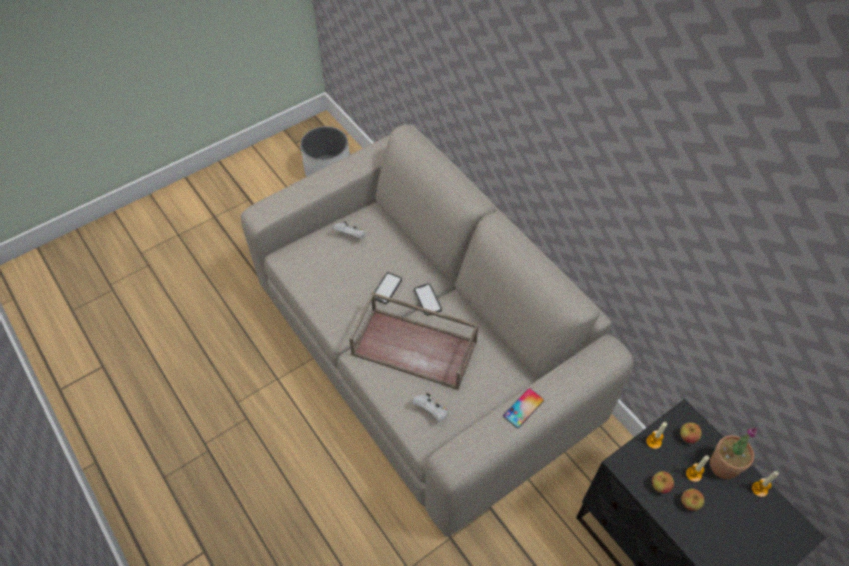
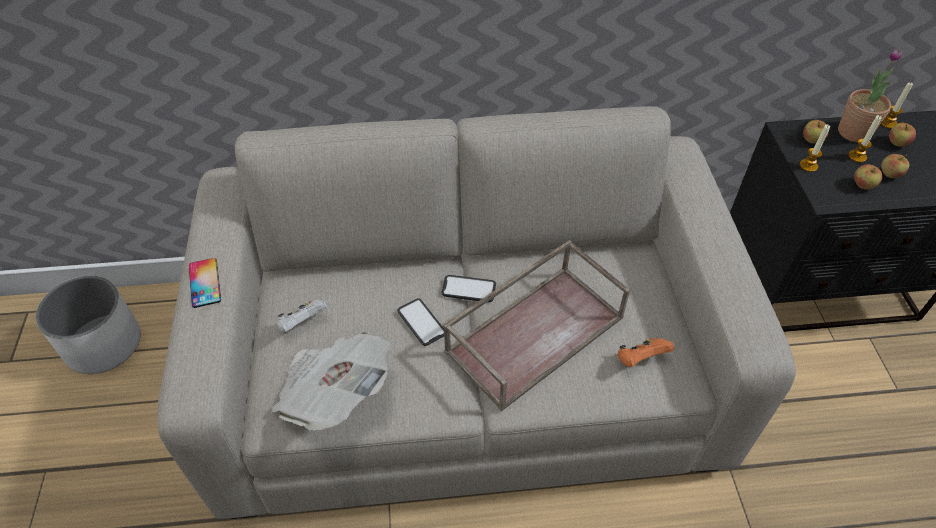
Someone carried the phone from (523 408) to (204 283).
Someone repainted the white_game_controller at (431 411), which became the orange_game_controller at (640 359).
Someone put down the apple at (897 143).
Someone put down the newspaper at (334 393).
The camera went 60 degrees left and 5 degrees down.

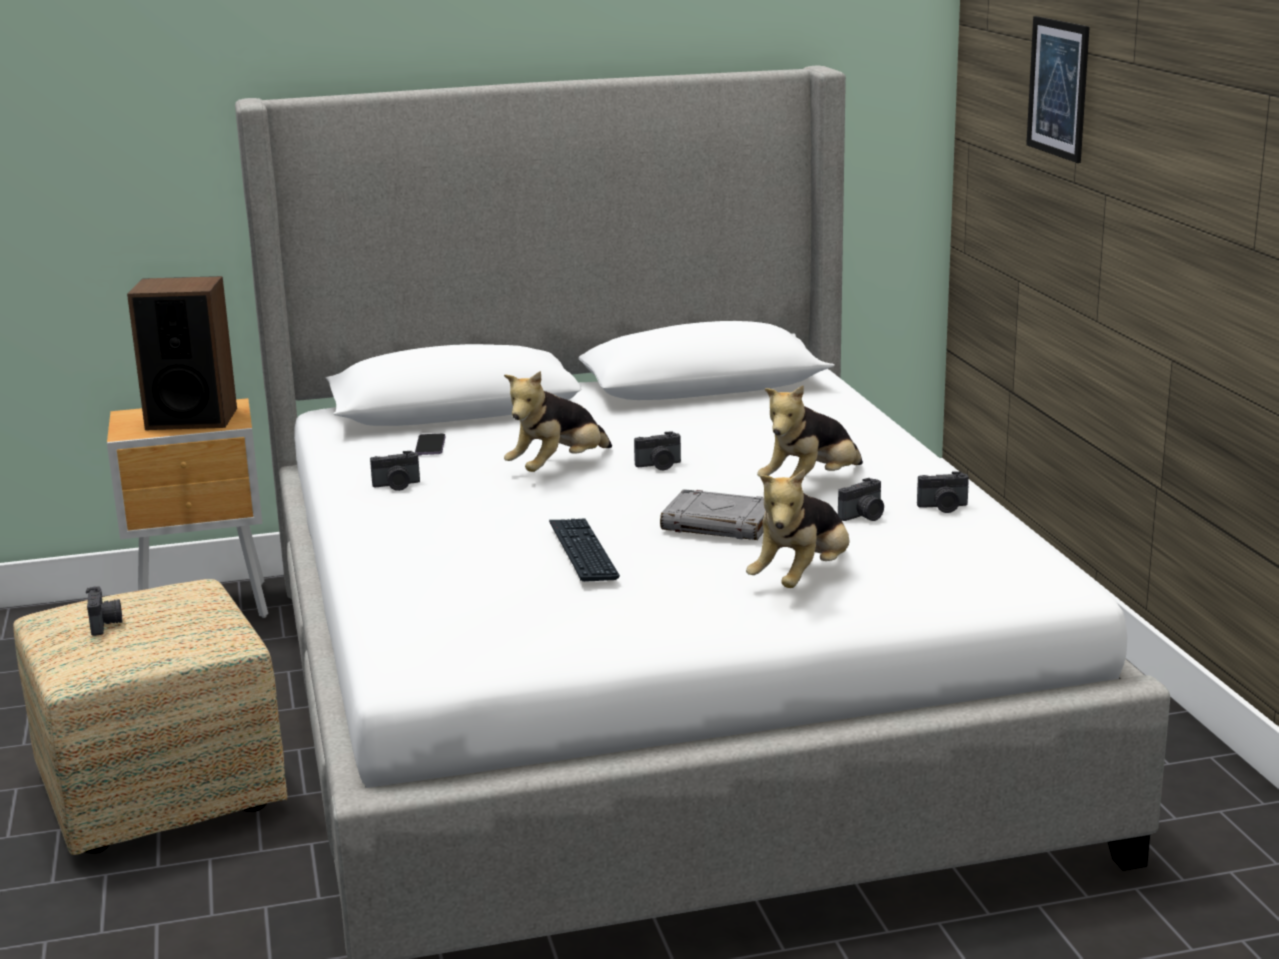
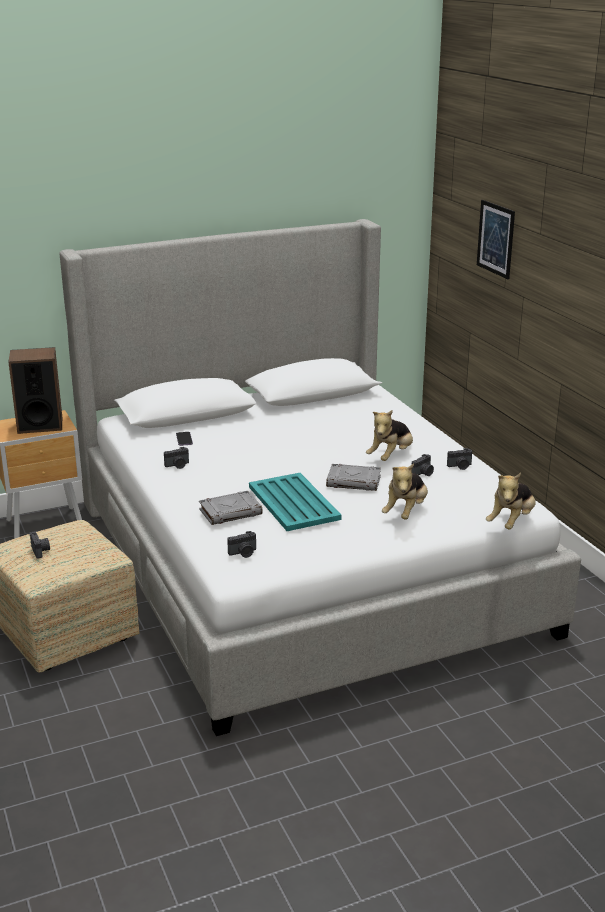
Someone carried the plush_toy from (558 468) to (511 522).
Someone carried the photo_camera from (659 466) to (243 553).
Someone swapped the keyboard at (583 551) for the turquoise_tray at (293 502).
Someone put down the grey_book at (231 512).
The camera went 10 degrees left and 5 degrees up.

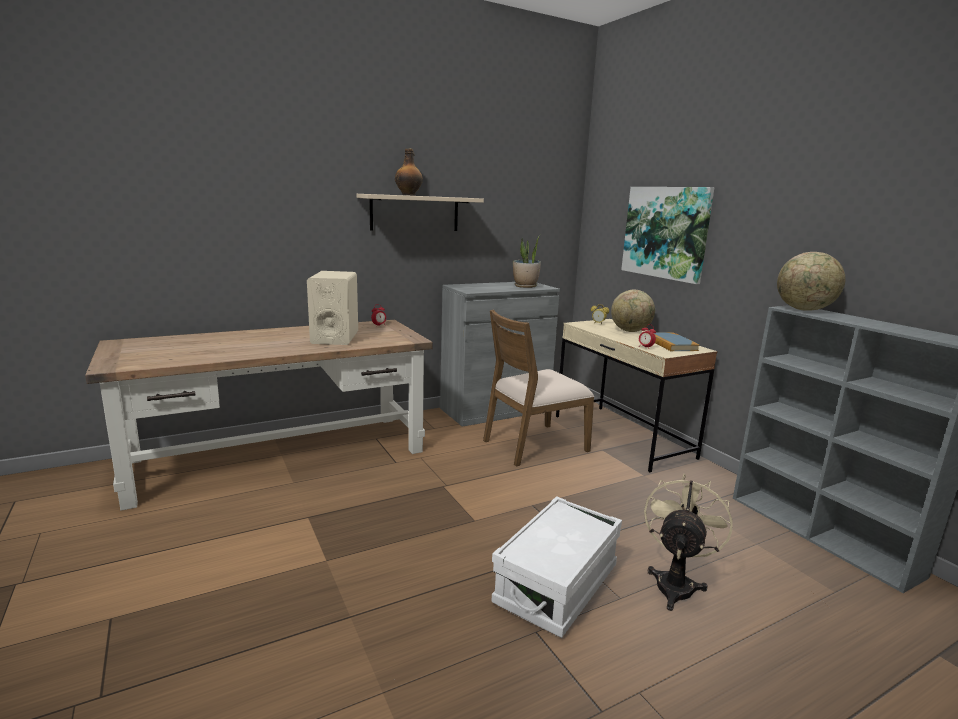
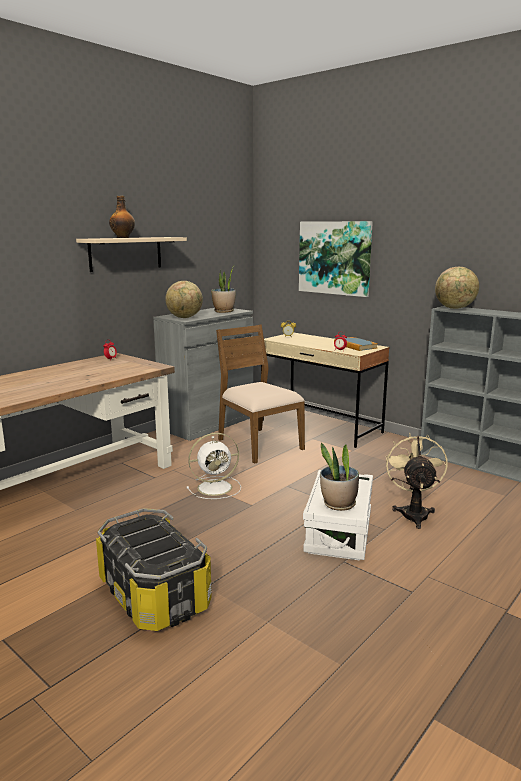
Someone took away the beige_speaker at (335 338).
Someone carried the globe from (630 331) to (185 317).
Someone rotated the brown_chair at (534 445) by 105 degrees clockwise.
Someone put down the white_fan at (216 487).
Someone put down the potted_plant at (338 504).
Someone put down the storage_box at (153 595).
The camera went 20 degrees left and 0 degrees up.

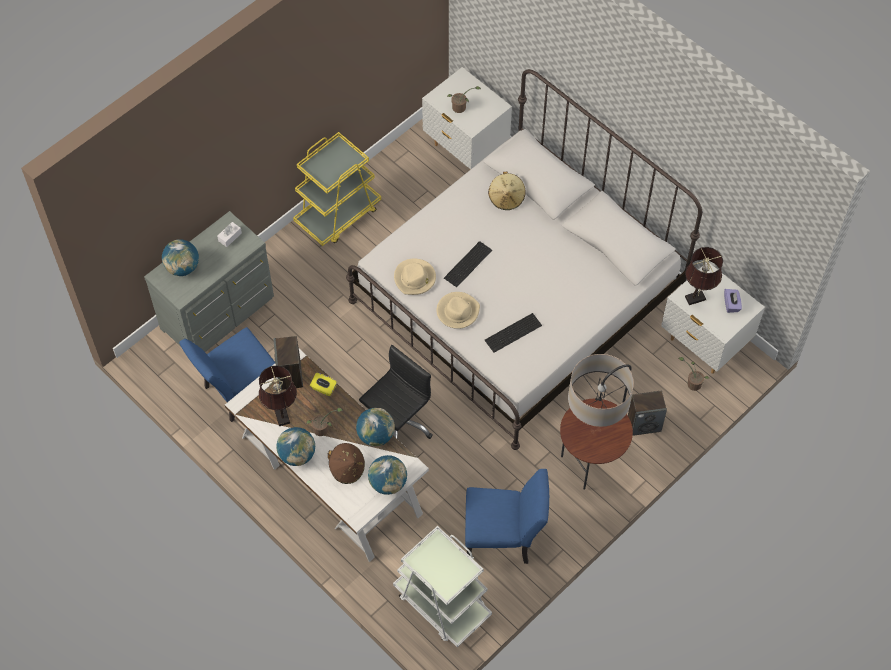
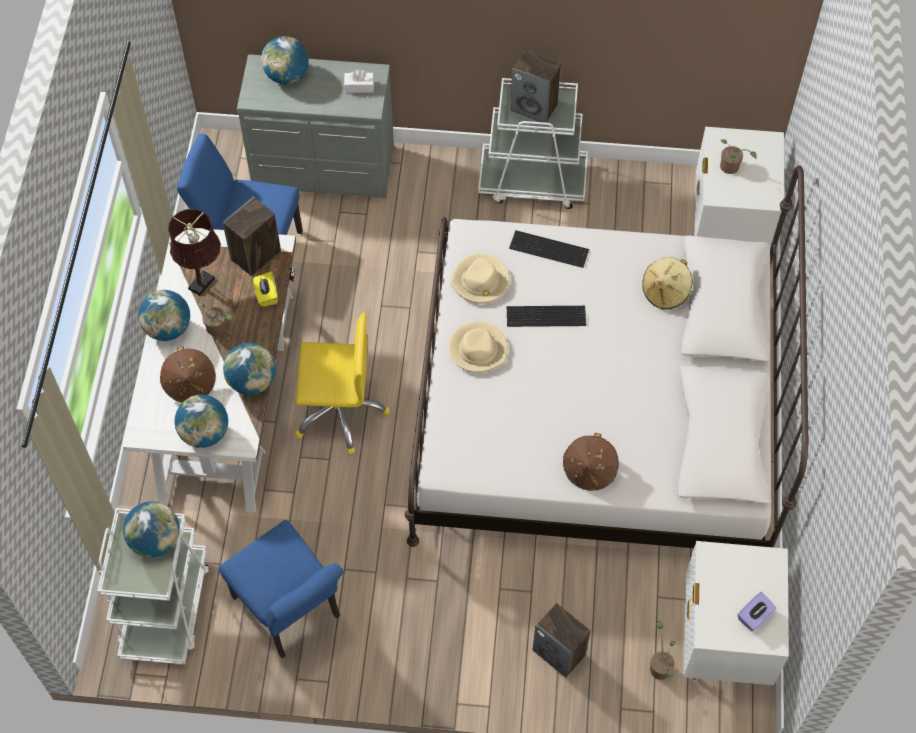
Someone repainted the yellow_cart at (338 214), which became the white_cart at (533 181).
Someone took away the brown_table_lamp at (697 297).
Someone carried the keyboard from (514 333) to (549 250).
Someone repainted the black_office_chair at (397 424), which became the yellow_office_chair at (339 411).
Someone took away the floor_lamp at (590 462).
Someone put down the speaker at (534 107).
Someone put down the brown_hat at (590 470).
Someone put down the globe at (155 540).
The camera went 50 degrees right and 0 degrees up.

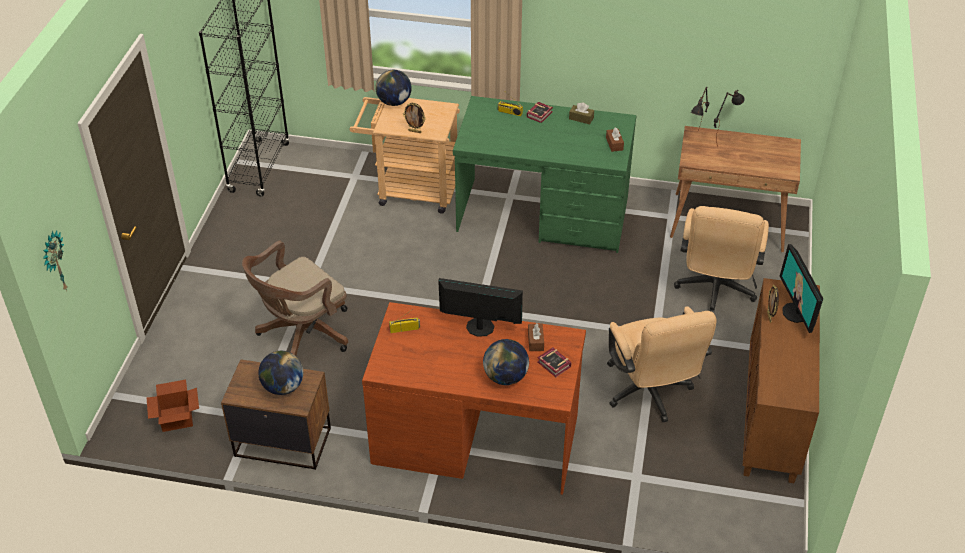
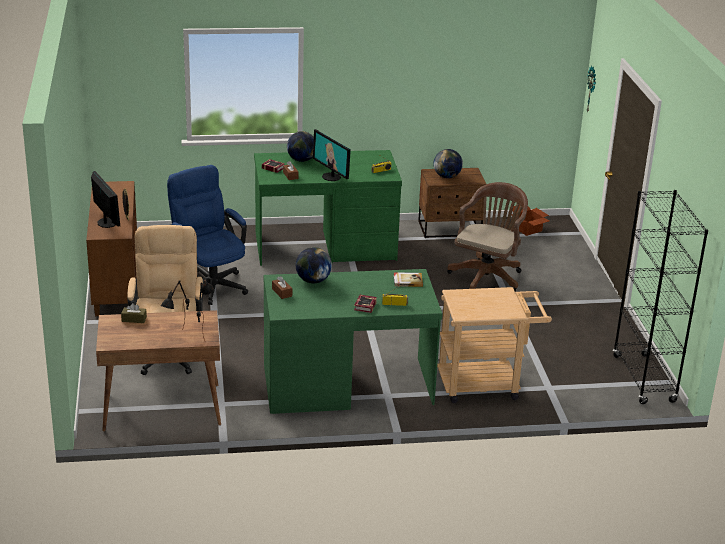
Someone carried the globe from (394 102) to (313 281).
Someone took away the picture_frame at (415 131).
Someone carried the brown_tissue_box from (581 118) to (134 319).
Someone rotated the monitor at (480 327) by 60 degrees clockwise.
Someone repainted the brown_desk at (475 438), which became the green_desk at (325 247).
Someone repainted the beige_office_chair at (650 394), which became the blue_office_chair at (210 283).
Someone put down the book at (407 280).
The camera went 160 degrees right and 15 degrees down.

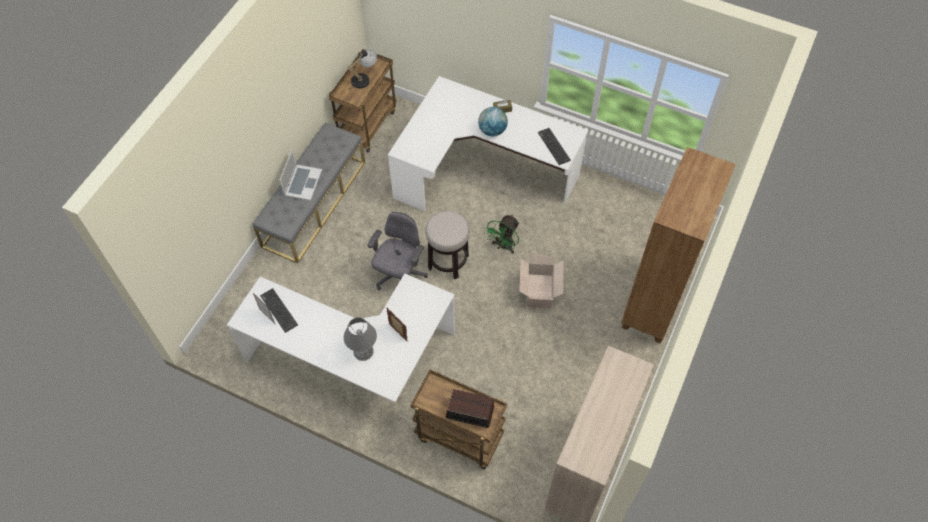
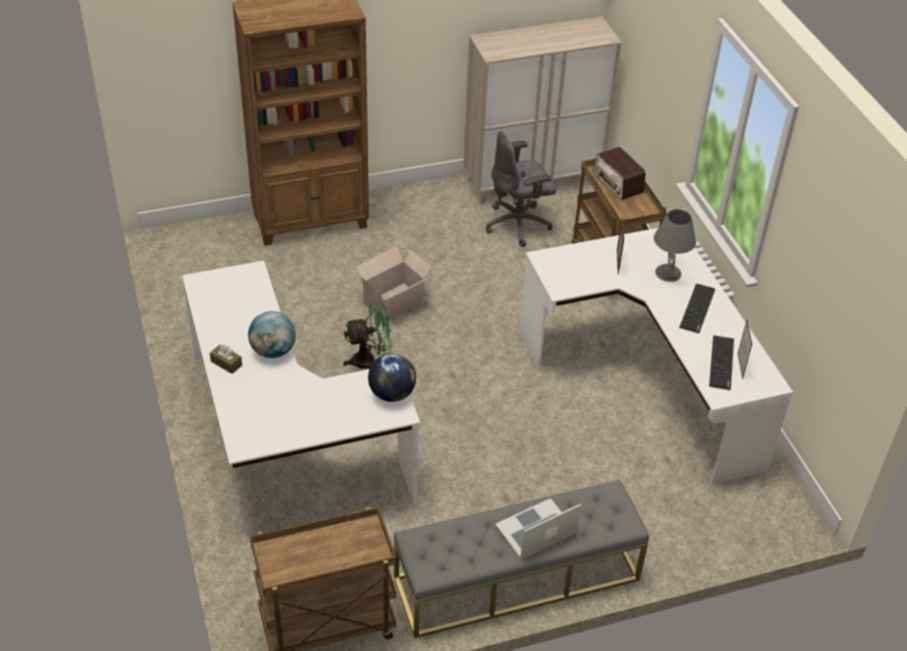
Someone took away the table_lamp at (364 78).
Someone carried the keyboard from (554 146) to (697 308).
Someone took away the stool at (448 262).
Someone carried the grey_office_chair from (399 276) to (518 224).
Someone put down the globe at (392 394).
The camera went 135 degrees left and 15 degrees down.

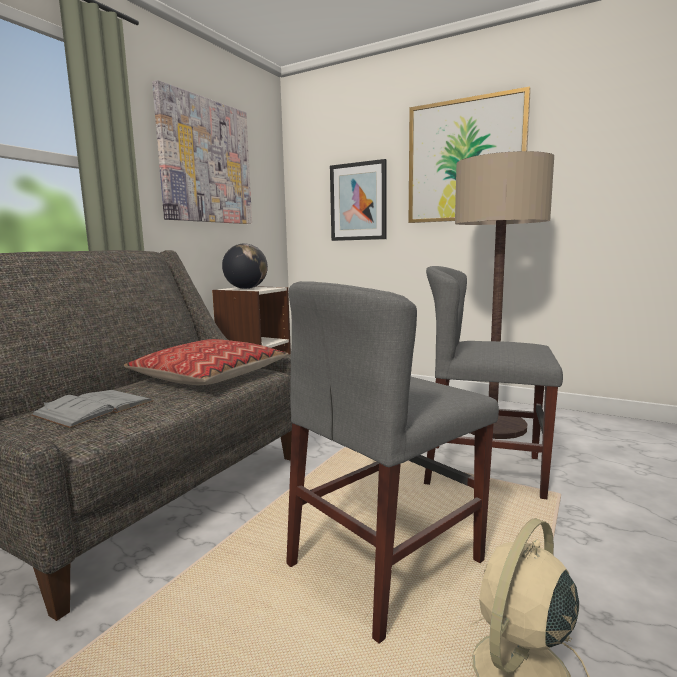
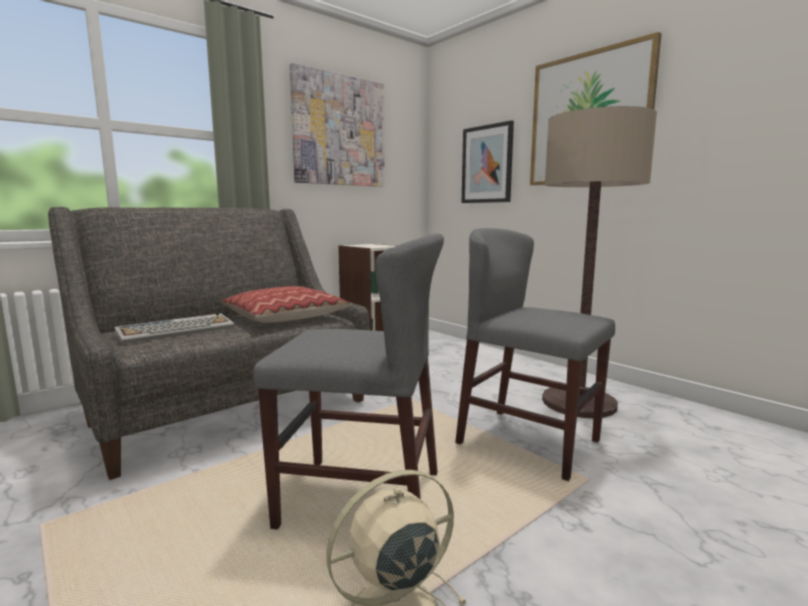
Someone took away the globe at (246 288).
Someone rotated the grey_chair at (386 563) by 150 degrees counterclockwise.
Someone swapped the grey_book at (94 408) for the keyboard at (177 330).
The camera went 20 degrees right and 0 degrees up.

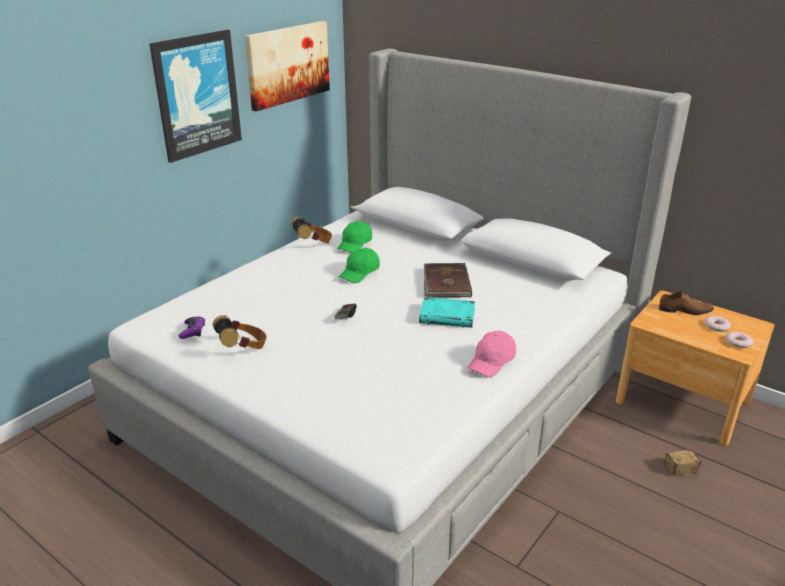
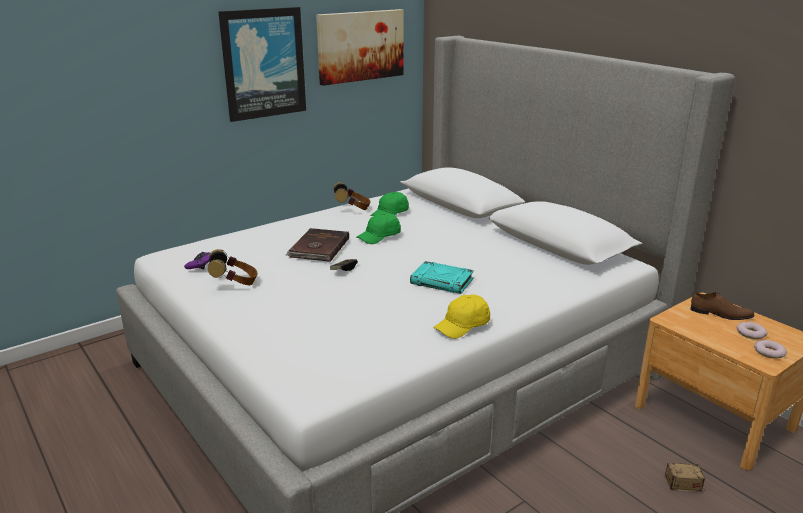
Someone carried the brown_book from (445 283) to (318 248).
Someone repainted the pink_cap at (492 362), which became the yellow_cap at (463 326).
The camera went 15 degrees right and 5 degrees down.

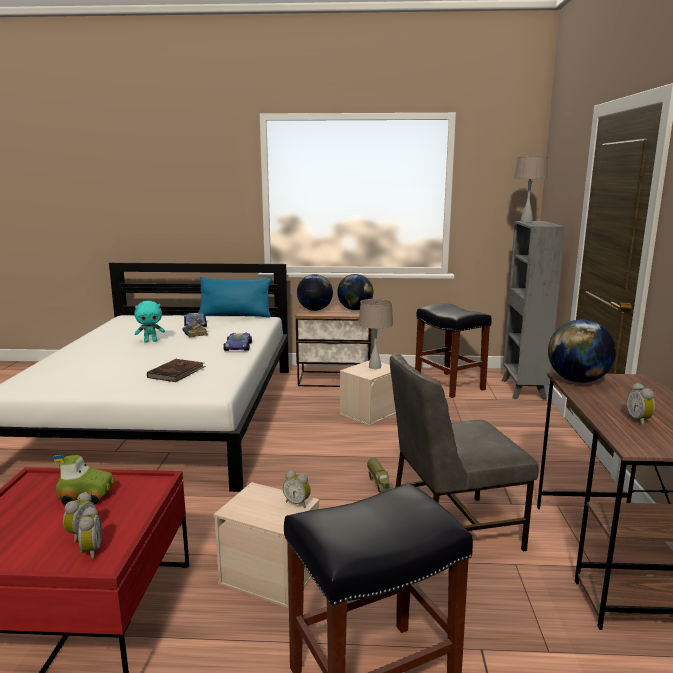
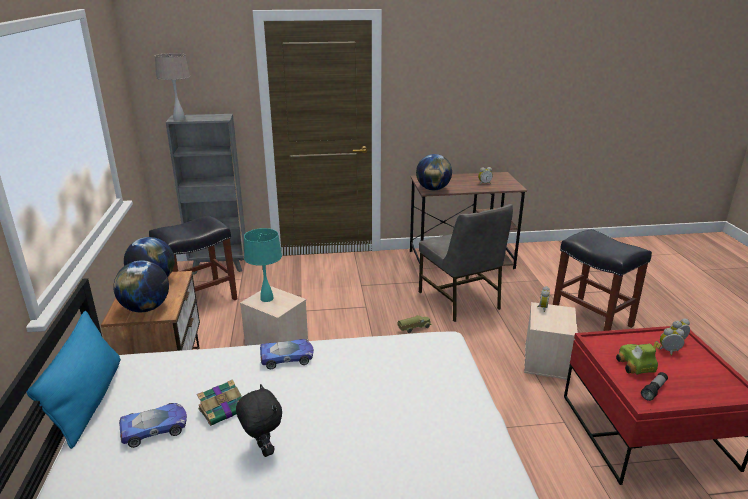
Someone repainted the beige_table_lamp at (374 367), which became the turquoise_table_lamp at (267 298).
Someone repainted the turquoise_plush_toy at (150 341), which became the black_plush_toy at (262 450).
Someone took away the brown_book at (177 372).
Someone put down the flashlight at (654 390).
The camera went 100 degrees left and 10 degrees up.

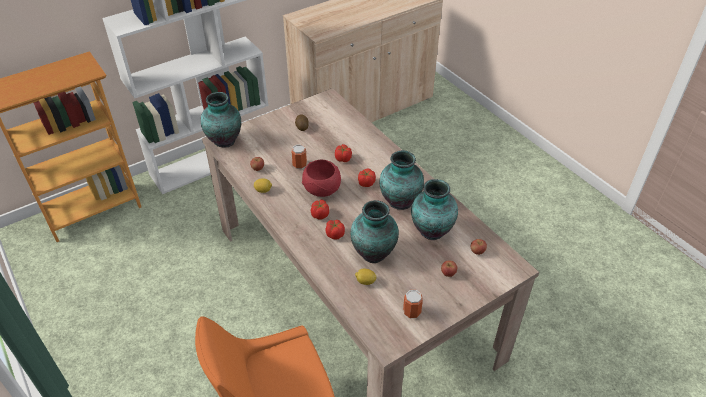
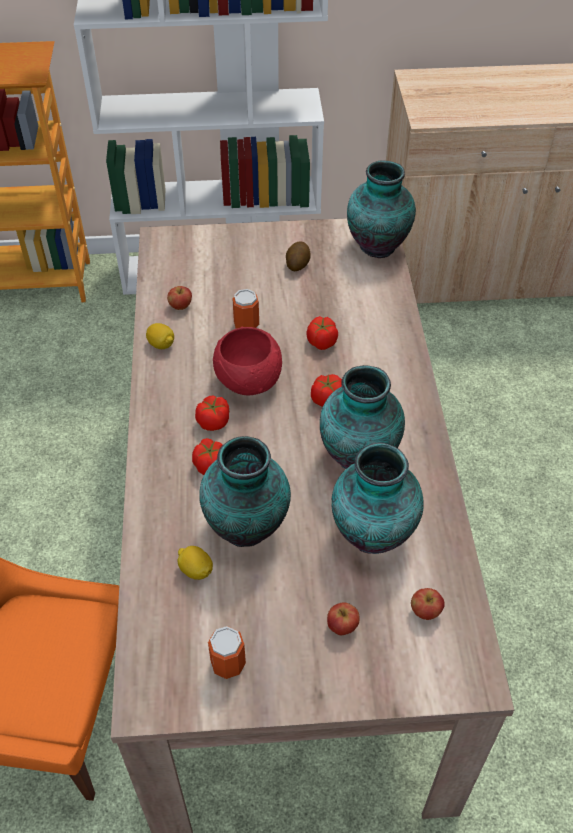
Someone carried the vase from (224 140) to (378 245).
The camera went 30 degrees right and 5 degrees up.

